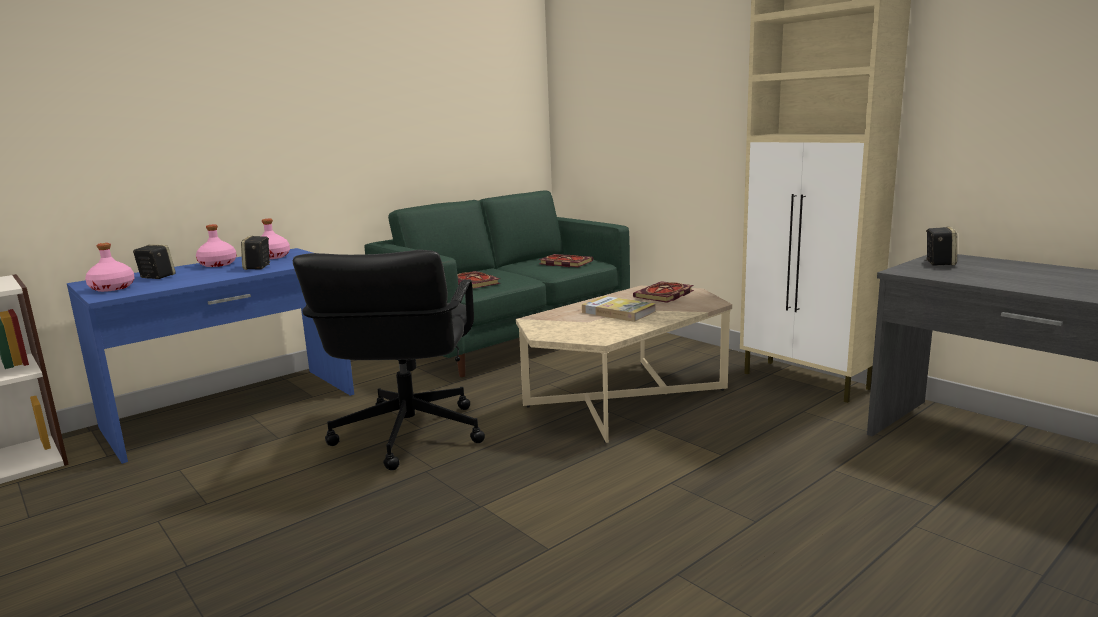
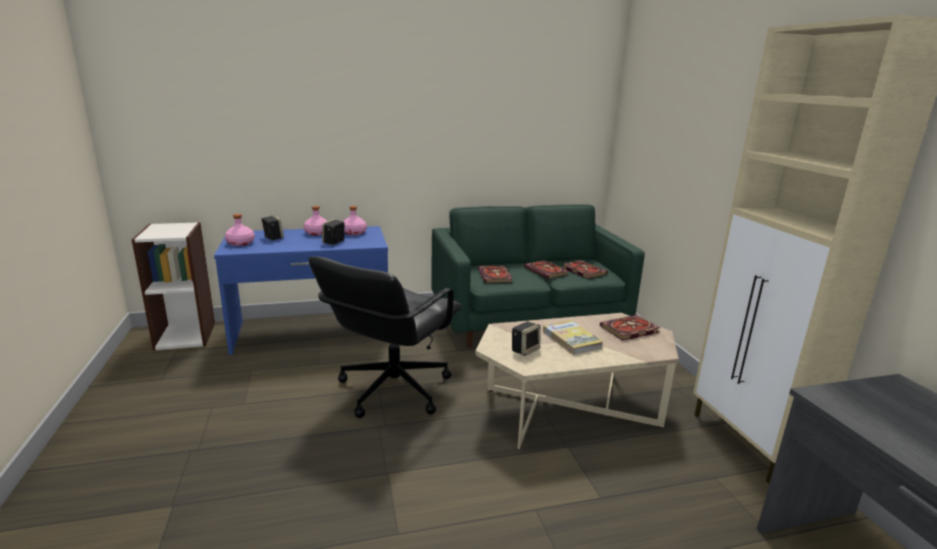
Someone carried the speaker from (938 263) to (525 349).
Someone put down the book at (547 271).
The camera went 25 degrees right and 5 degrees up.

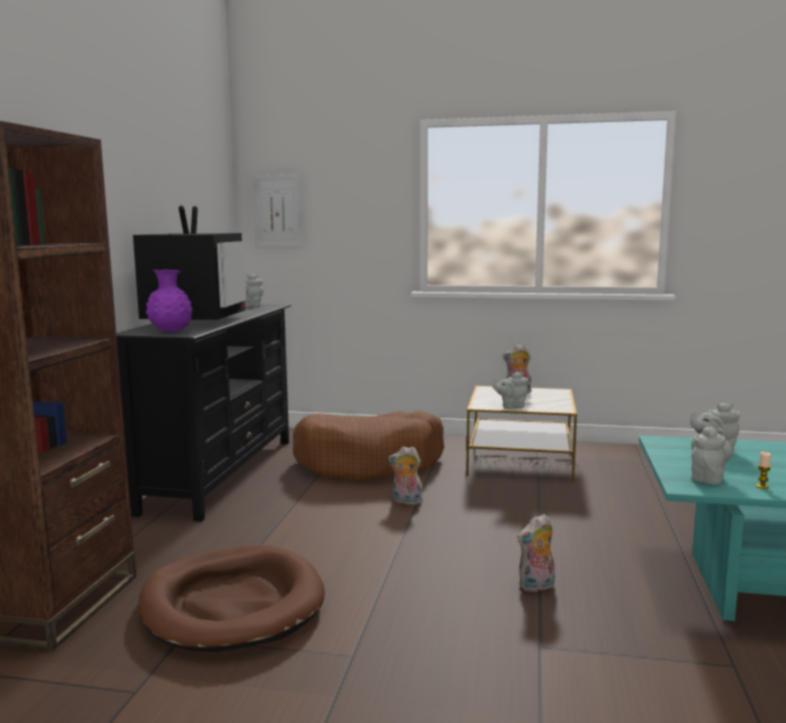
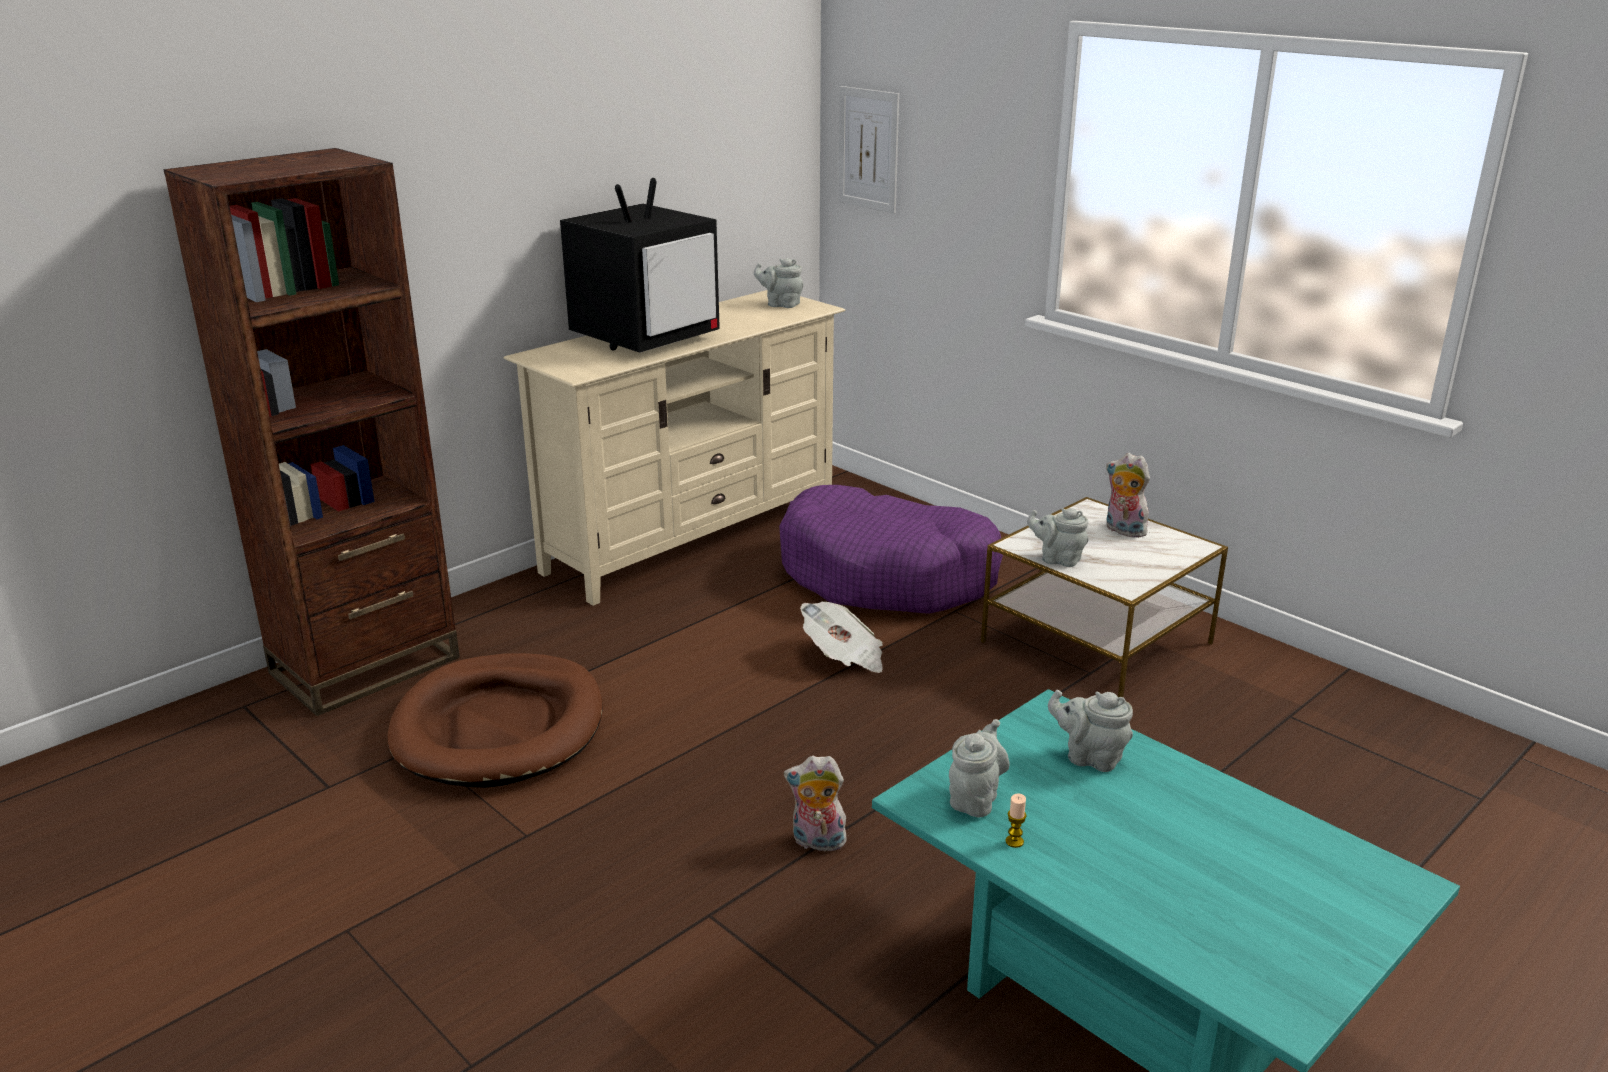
Someone took away the purple_vase at (170 331).
Someone repainted the black_tv_stand at (220 474), which became the beige_tv_stand at (692 538).
Someone repainted the brown_dog_bed at (370 462), which became the purple_dog_bed at (888 575).
Someone rotated the grey_teapot at (708 478) by 45 degrees counterclockwise.
Someone swapped the plush_toy at (406 502) for the newspaper at (844 657).
The camera went 35 degrees right and 15 degrees up.

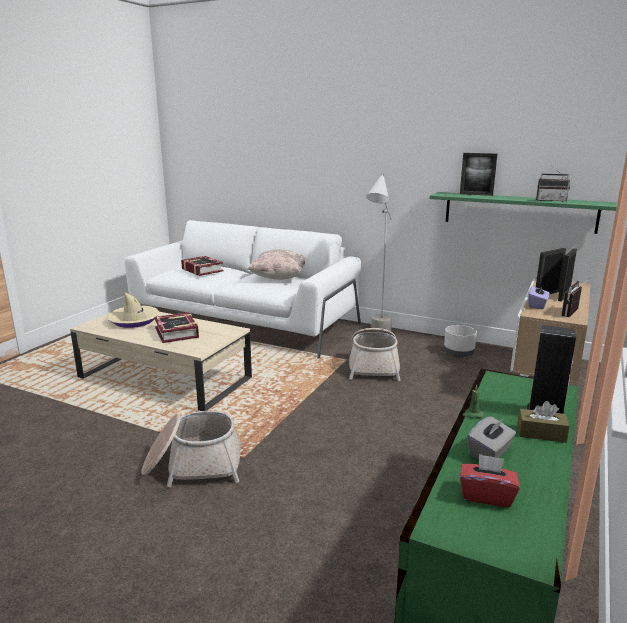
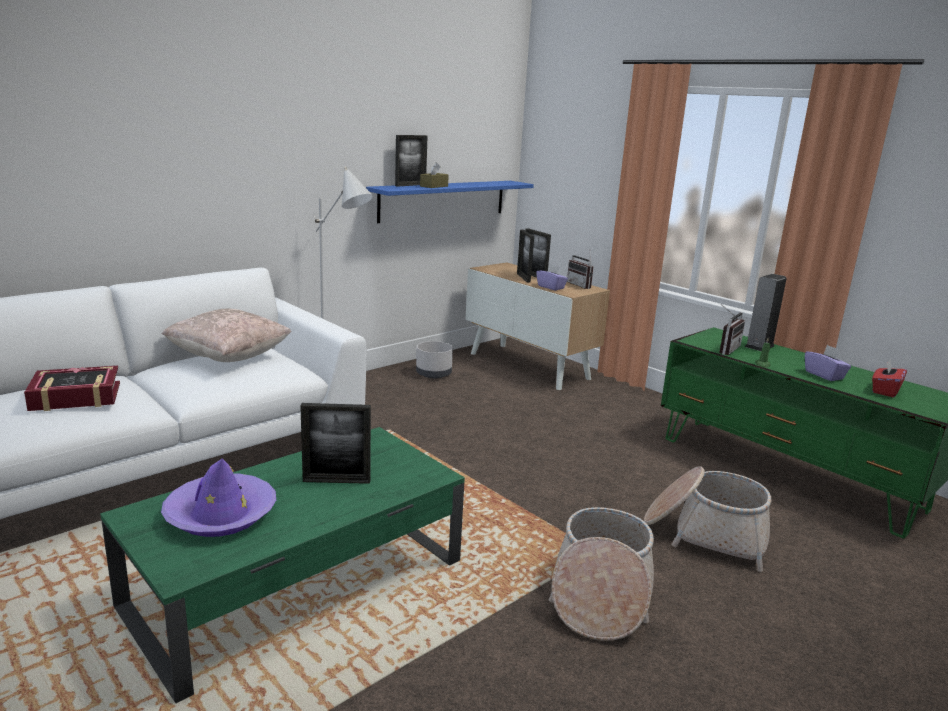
Someone carried the radio from (551 200) to (725 349).
Someone repainted the green_shelf at (519 212), which became the blue_shelf at (443 200).
Someone repainted the beige_hat at (134 321), which became the purple_hat at (220 514).
Someone repainted the beige_coffee_table at (165 378), which became the green_coffee_table at (300 582).
Someone swapped the book at (177 332) for the picture_frame at (336 481).
Someone carried the basket from (374 366) to (705 533).
Someone carried the brown_tissue_box from (541 433) to (434 186).
Someone repainted the grey_tissue_box at (490 452), which became the purple_tissue_box at (824 375).
The camera went 70 degrees left and 0 degrees up.

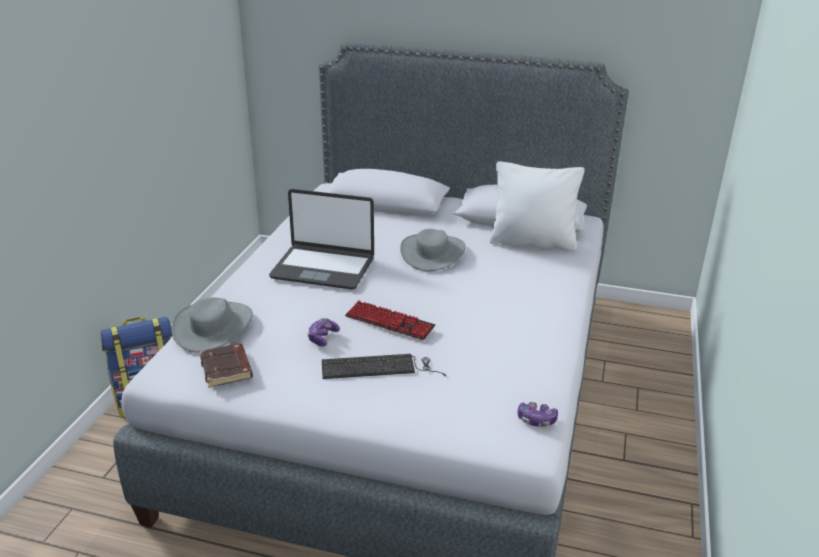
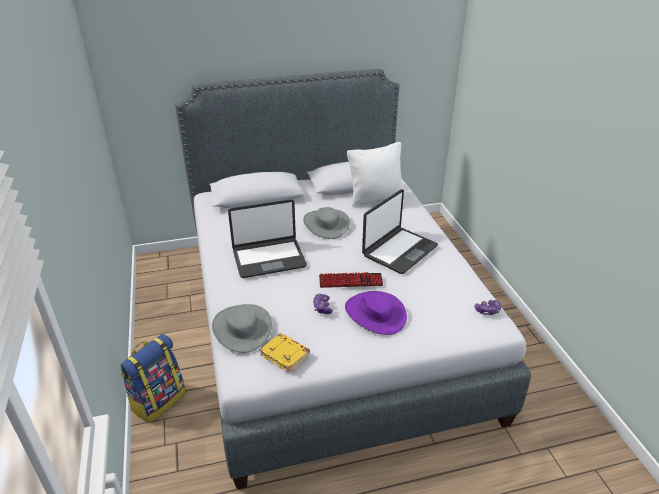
Someone repainted the brown_book at (227 369), which became the yellow_book at (285 354).
Someone swapped the keyboard at (380 367) for the purple_hat at (375 314).
Someone put down the laptop at (399 250).
The camera went 30 degrees left and 5 degrees up.

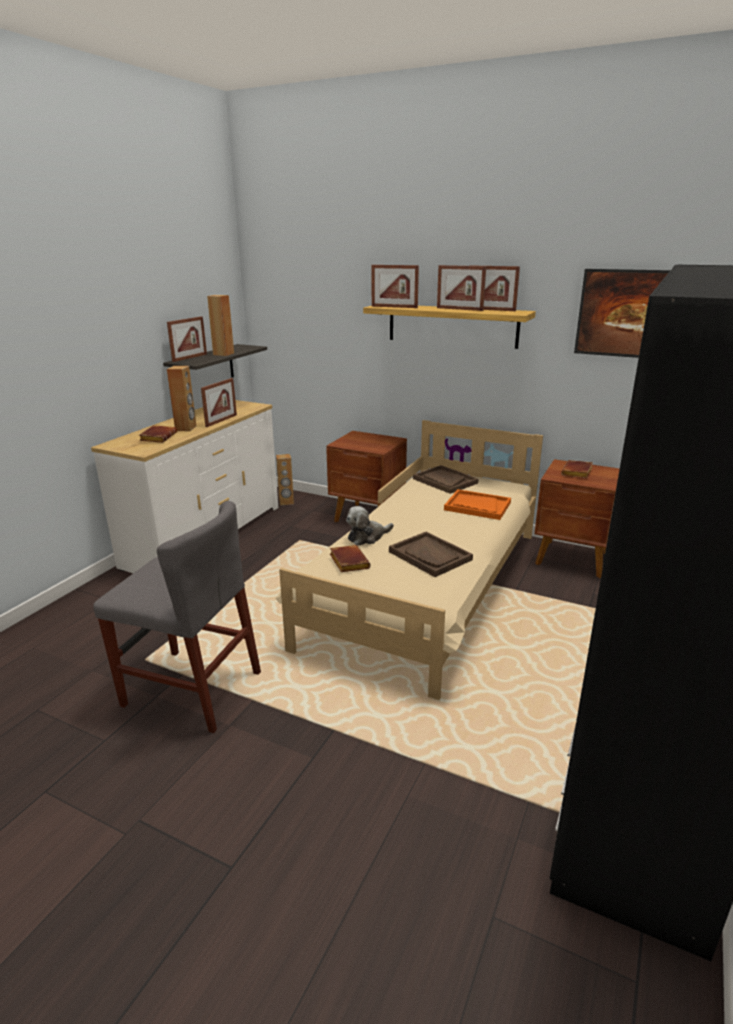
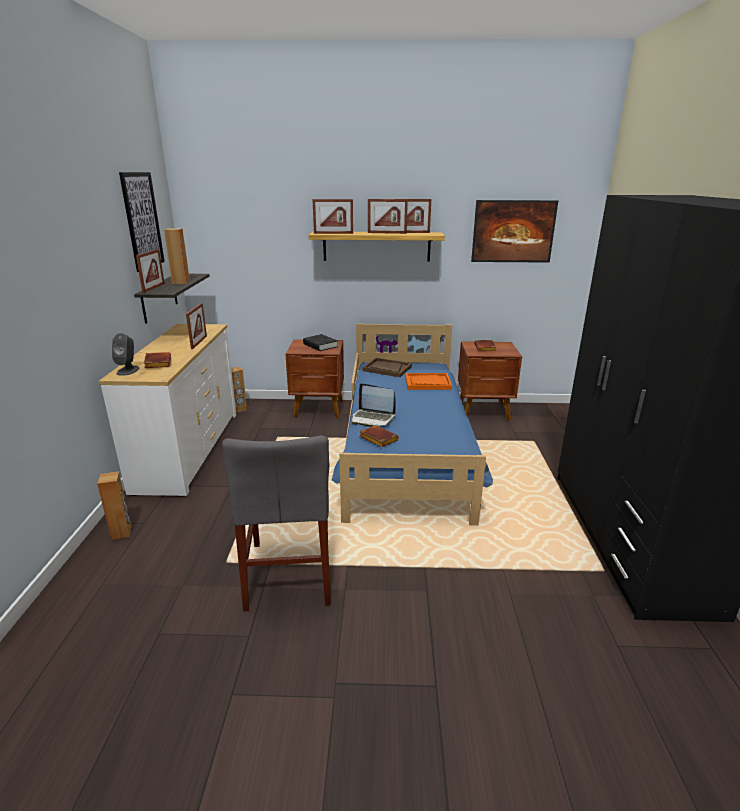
Someone carried the brown_speaker from (186 428) to (122 532).
Someone repainted the beige_bed at (428 587), which became the blue_bed at (406 451).
Someone rotated the grey_chair at (192 689) by 90 degrees clockwise.
Someone swapped the plush_toy at (367 537) for the laptop at (373 418).
Someone took away the brown_tray at (430 556).
Someone put up the picture at (142 221).
Someone put down the grey_speaker at (128 370).
Someone put down the black_book at (320 345).
The camera went 25 degrees left and 0 degrees up.

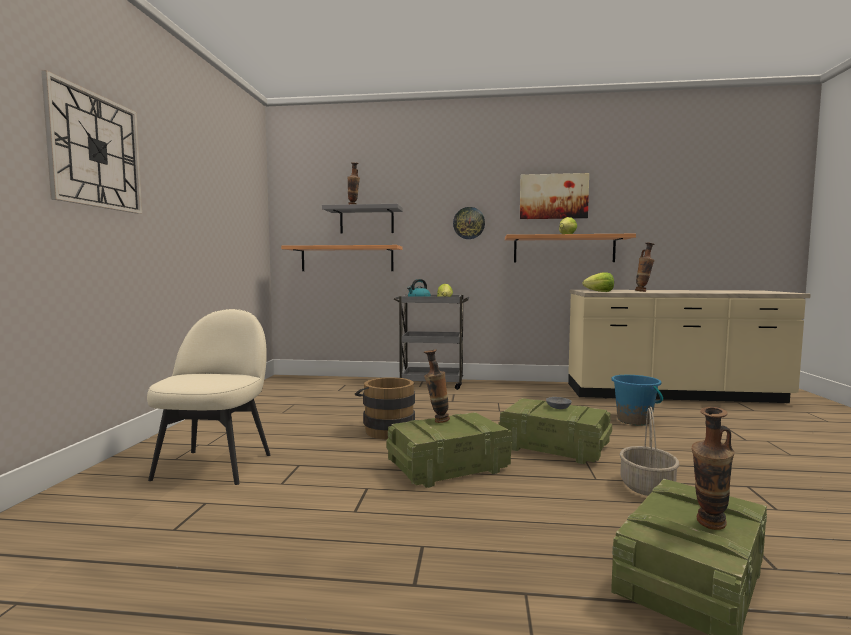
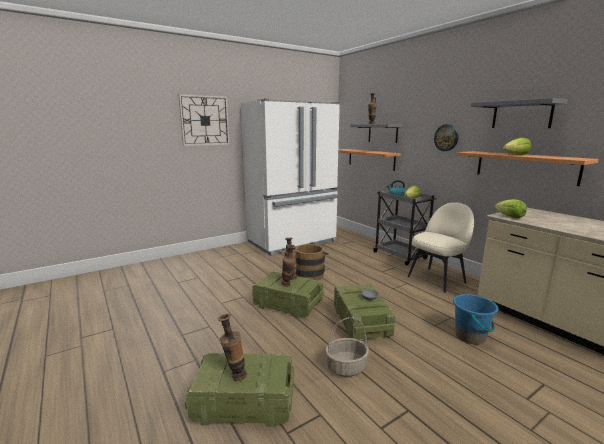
Someone swapped the picture at (553 196) for the grey_shelf at (521 114).
Someone carried the vase from (643 291) to (288 285).
Someone carried the beige_chair from (215 465) to (437 279).
Someone put down the white_fridge at (293 242).
The camera went 50 degrees right and 10 degrees up.

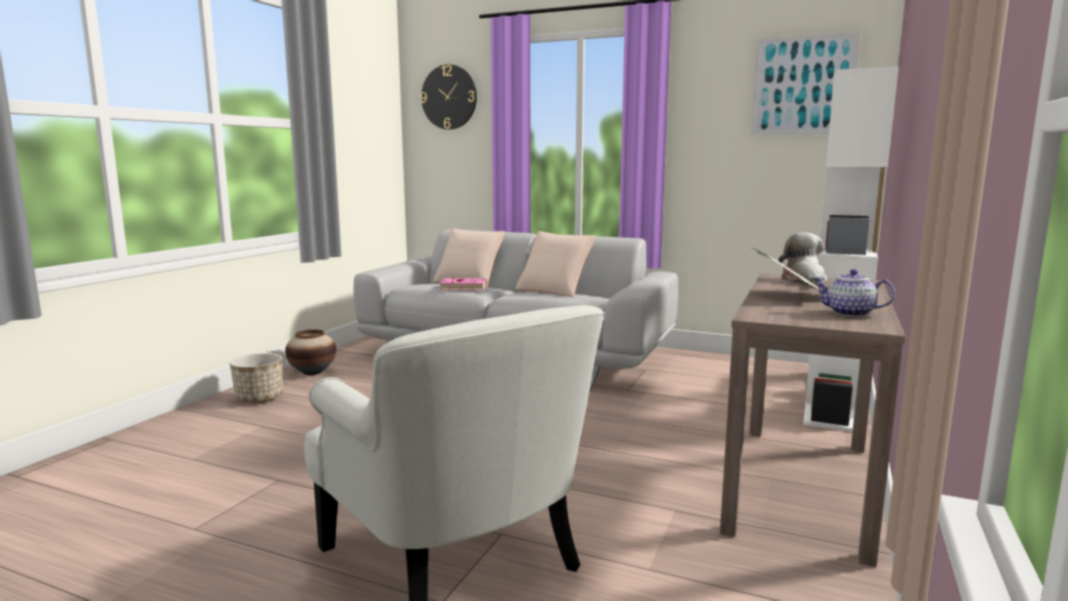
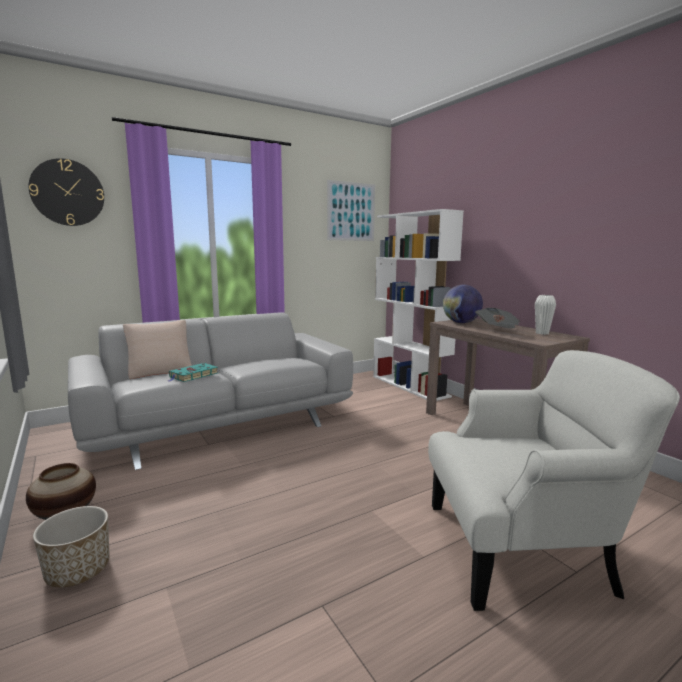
Someone took away the beige_pillow at (554 290).
Someone swapped the plush_toy at (804 281) for the globe at (461 323).
Someone swapped the teapot at (849 313) for the white_vase at (542 333).
Someone repainted the pink_book at (462 288), which became the turquoise_book at (193 375).
The camera went 55 degrees left and 0 degrees up.

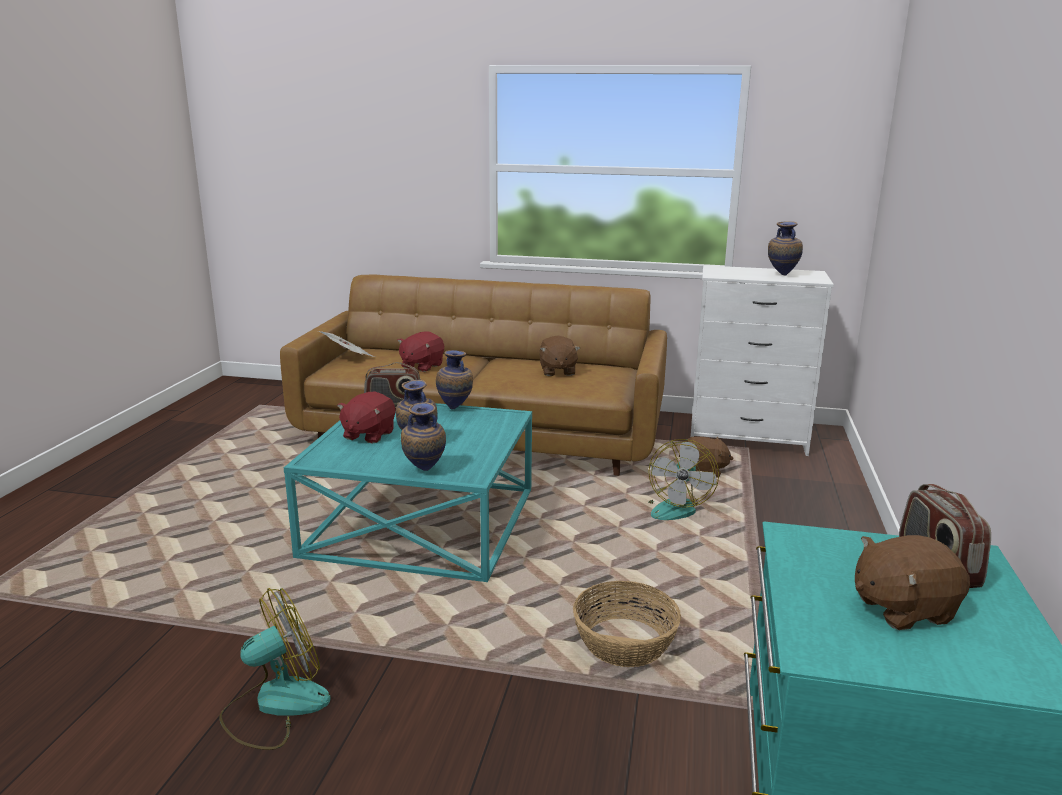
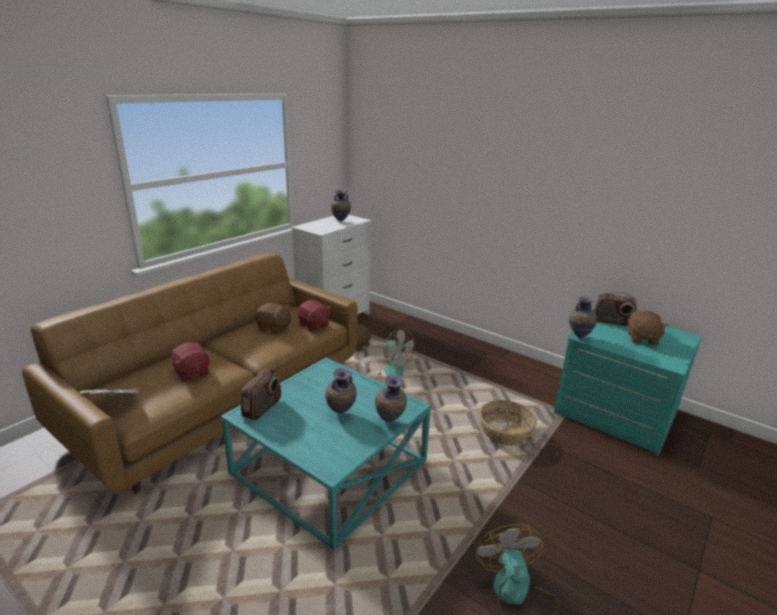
Someone carried the vase from (455 408) to (578 337).
Someone carried the red_plush_toy from (368 435) to (314 325).
The camera went 65 degrees left and 5 degrees up.

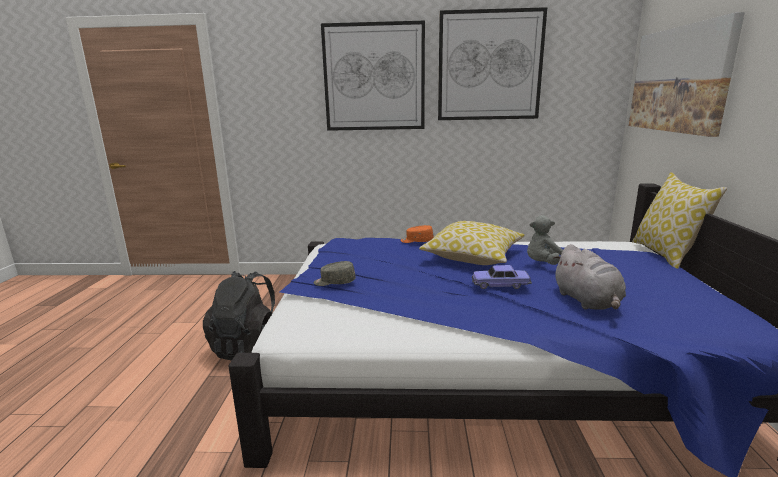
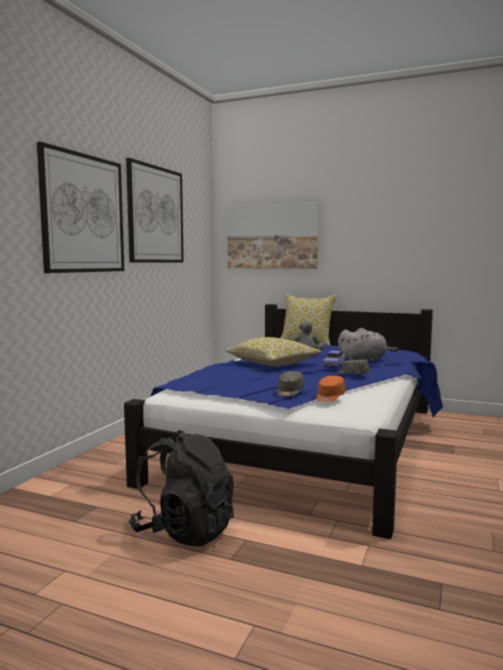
Someone carried the orange_cap from (416 241) to (329 397).
Someone put down the grey_cap at (352 374).
The camera went 70 degrees left and 10 degrees down.

